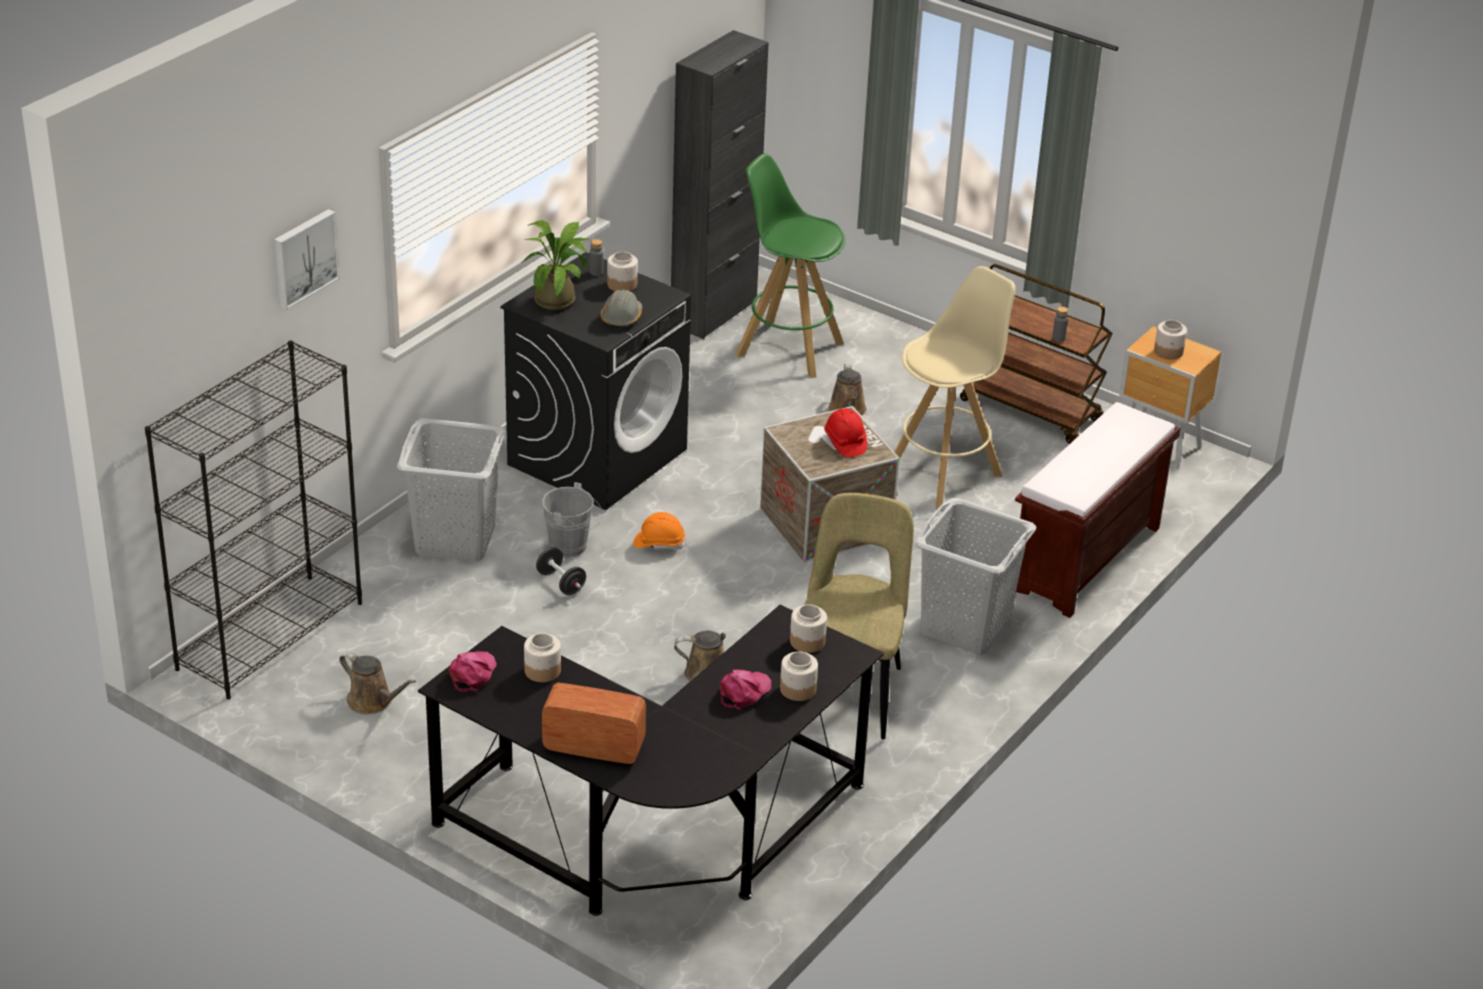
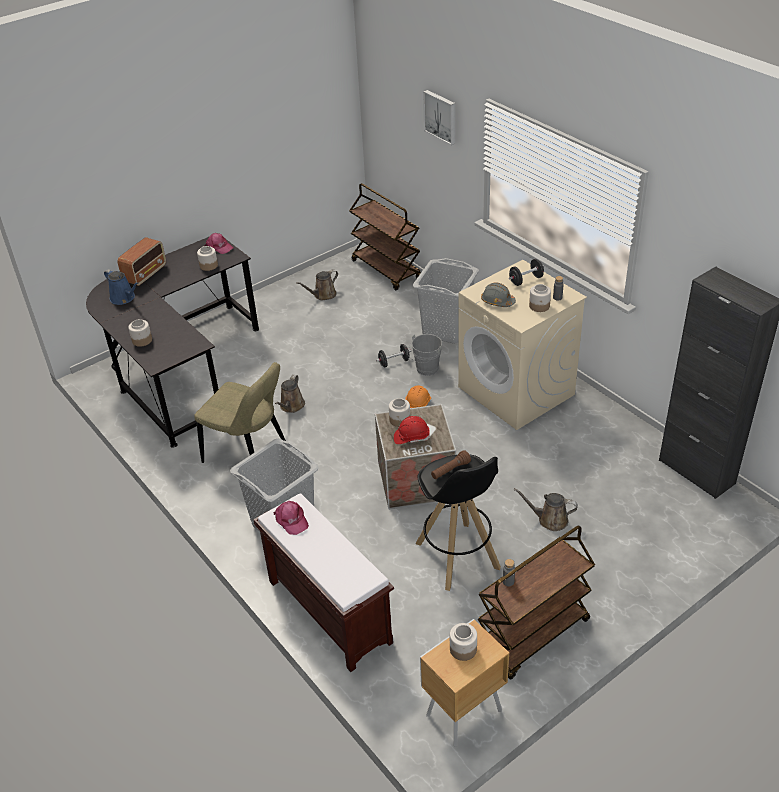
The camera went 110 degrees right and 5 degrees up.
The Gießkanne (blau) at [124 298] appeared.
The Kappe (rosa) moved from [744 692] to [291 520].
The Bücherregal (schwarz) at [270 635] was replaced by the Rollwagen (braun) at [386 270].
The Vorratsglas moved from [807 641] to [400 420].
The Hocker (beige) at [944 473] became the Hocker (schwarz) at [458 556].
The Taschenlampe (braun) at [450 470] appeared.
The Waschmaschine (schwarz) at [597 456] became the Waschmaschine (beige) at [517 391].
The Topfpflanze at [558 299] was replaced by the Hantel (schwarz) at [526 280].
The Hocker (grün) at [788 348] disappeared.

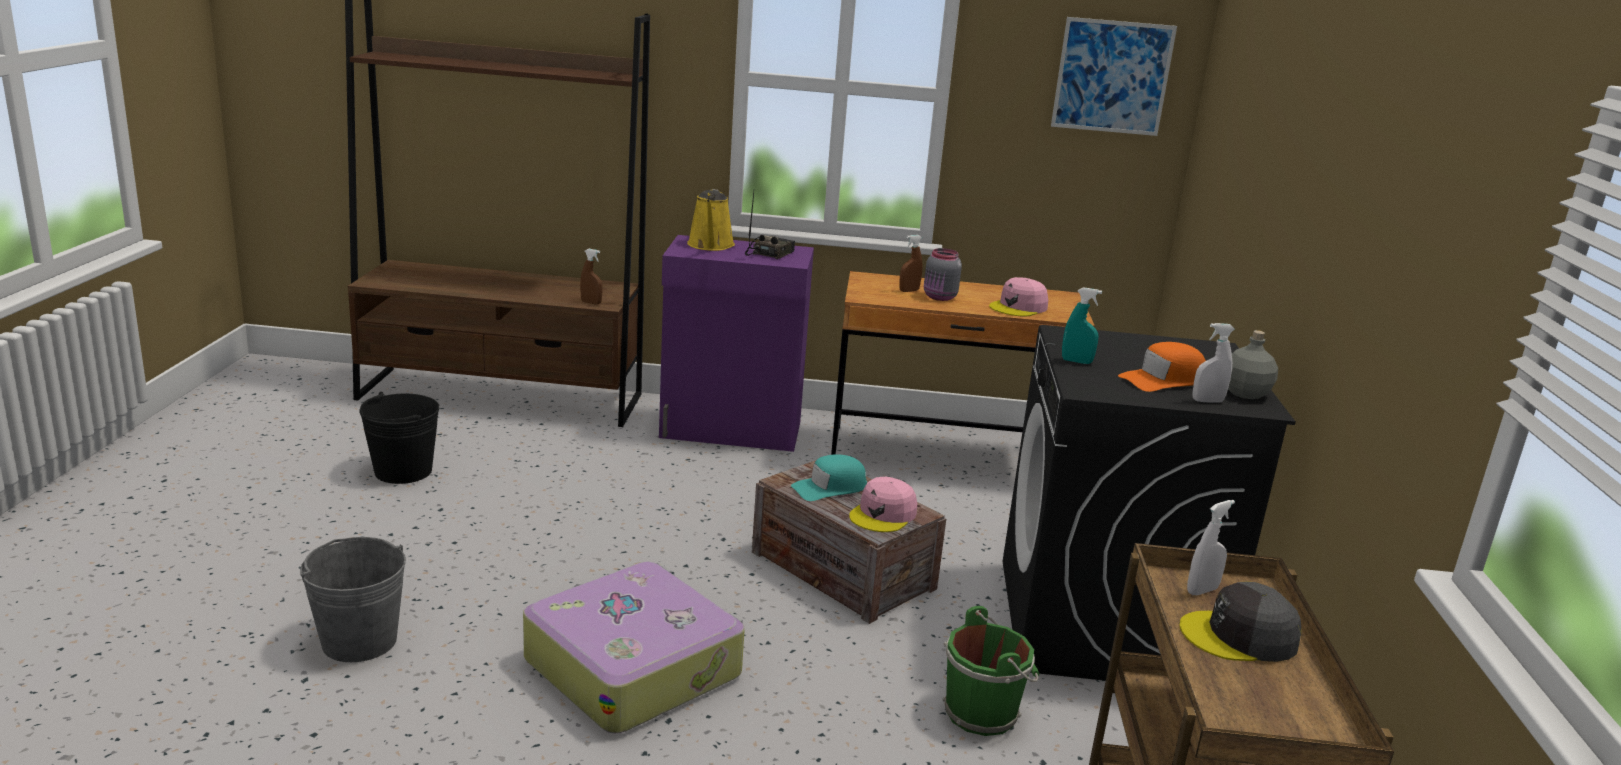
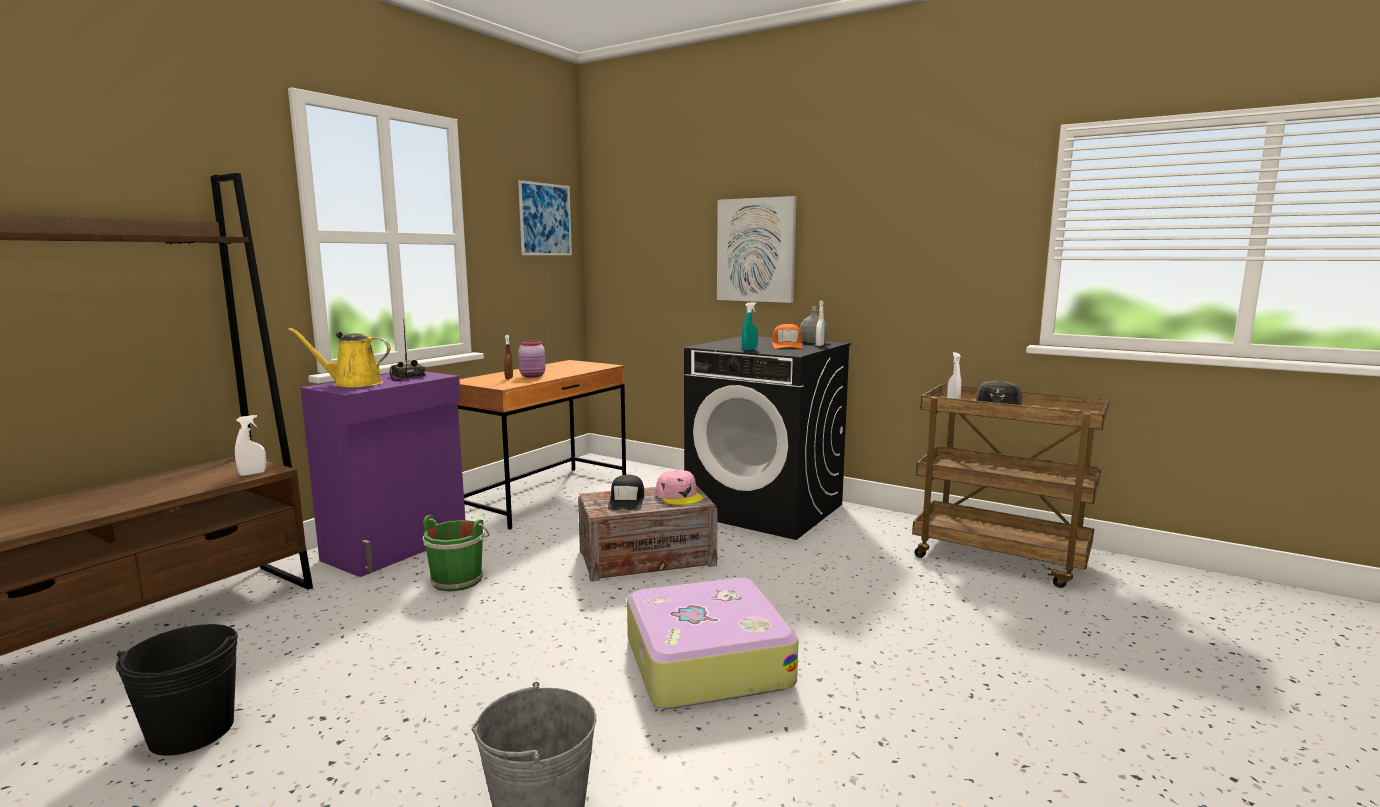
The camera went 60 degrees left and 10 degrees down.
The Sprühflasche (braun) at [591 303] became the Sprühflasche (weiß) at [252 474].
The Gießkanne (gelb) at [710 246] turned 150 degrees clockwise.
The Eimer (grün) moved from [984 712] to [458 579].
The Vorratsglas (grau) at [940 297] became the Vorratsglas (rosa) at [533 376].
The Kappe (türkis) at [829 488] became the Kappe (schwarz) at [627 501].
The Bild at [756 250] appeared.
The Kappe (rosa) at [1018 307] disappeared.

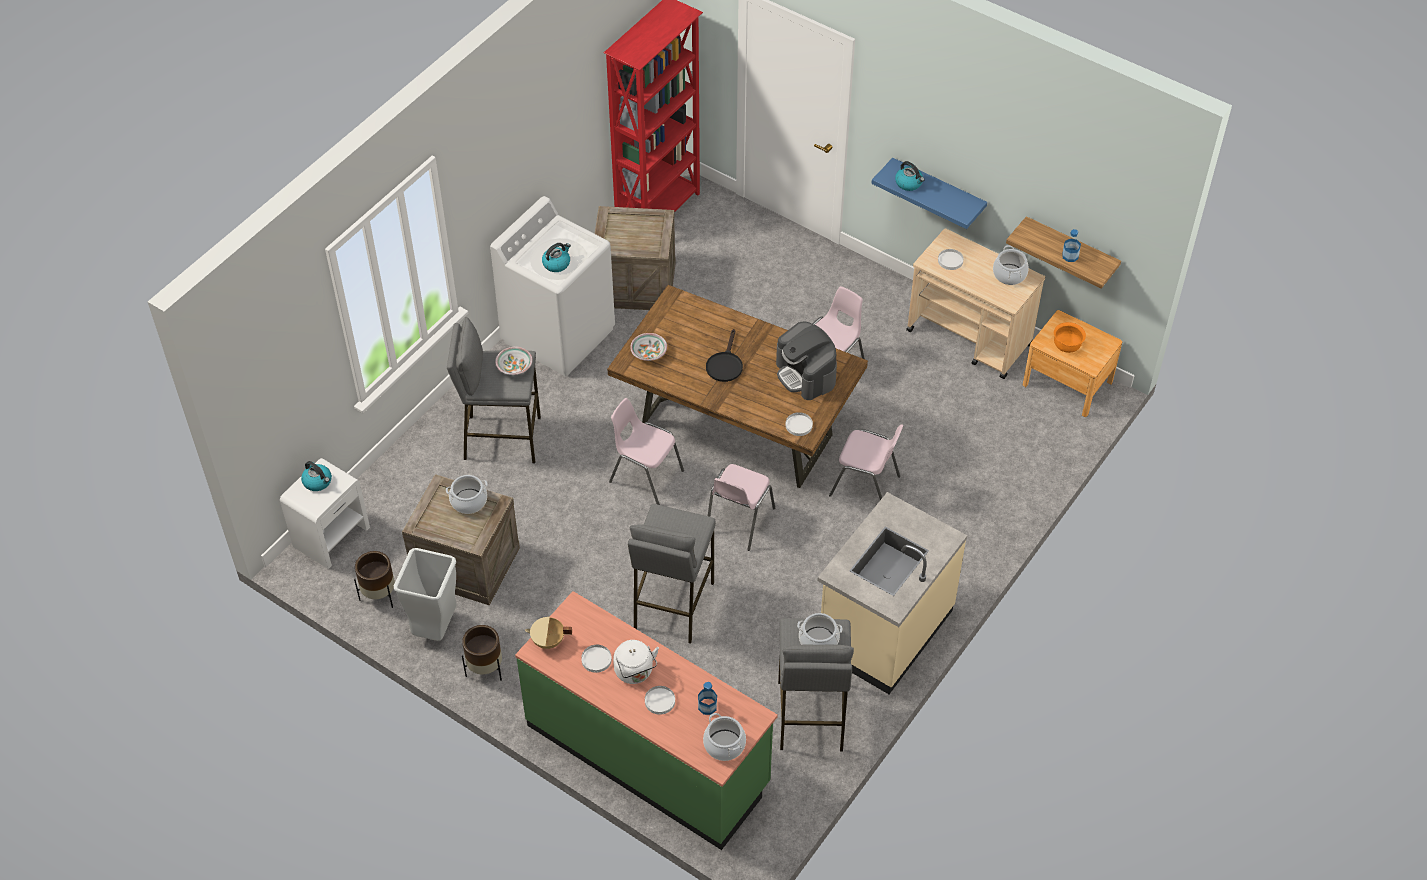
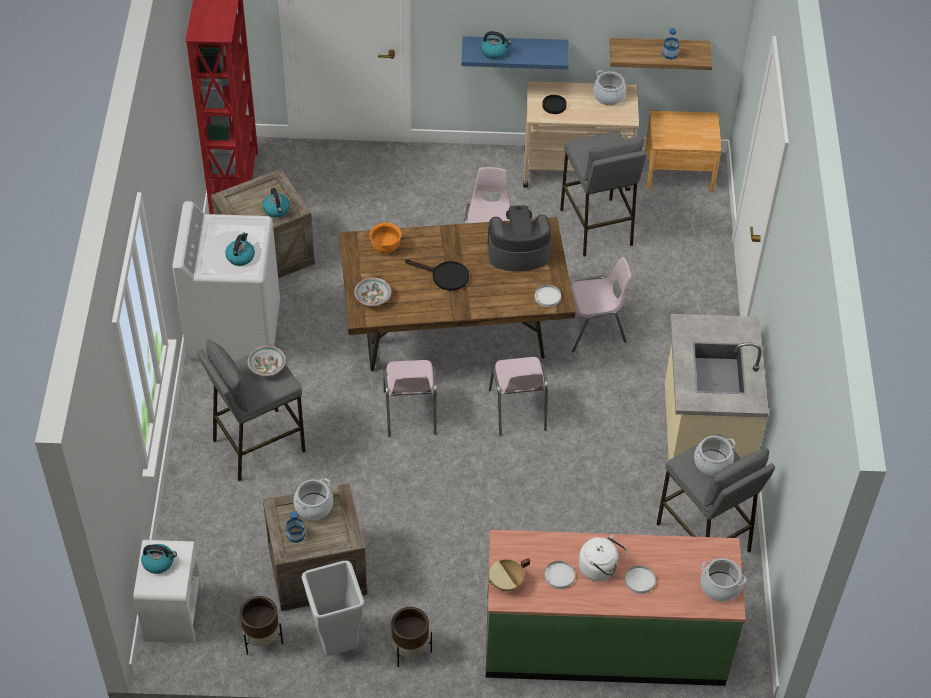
The camera went 35 degrees left and 0 degrees up.
The Wasserkessel at [277 210] appeared.
The Flasche moved from [707 706] to [296 535].
The Schüssel (orange) moved from [1066 347] to [385 247].
The Stuhl (rosa) at [645 476] turned 90 degrees counterclockwise.
The Pfanne (schwarz) at [725 364] turned 45 degrees counterclockwise.
The Kaffeemaschine at [806 374] turned 150 degrees clockwise.
The Teller (weiß) at [950 260] became the Teller (schwarz) at [554 105].
The Hocker (grau) moved from [672 605] to [596 227].

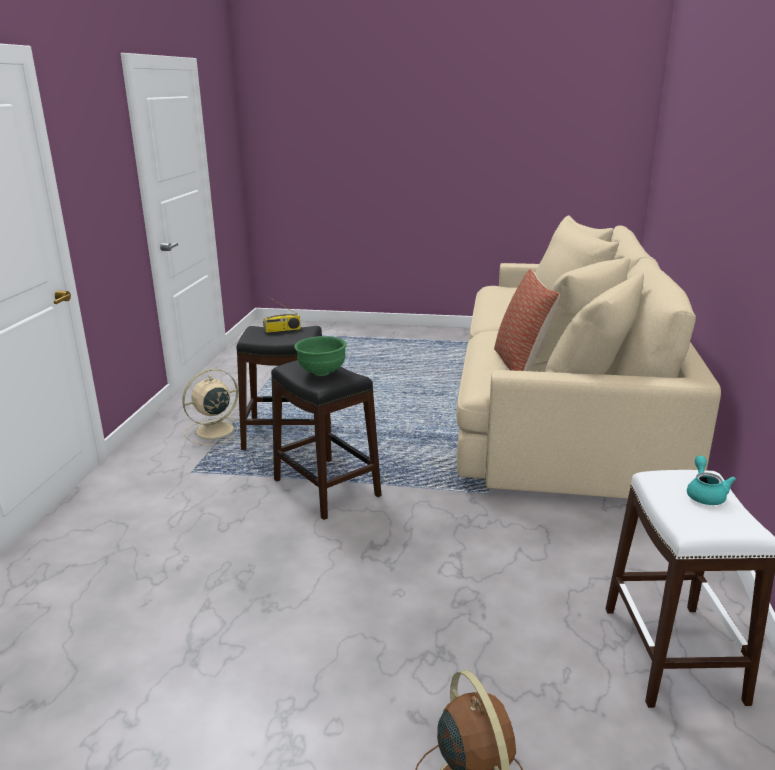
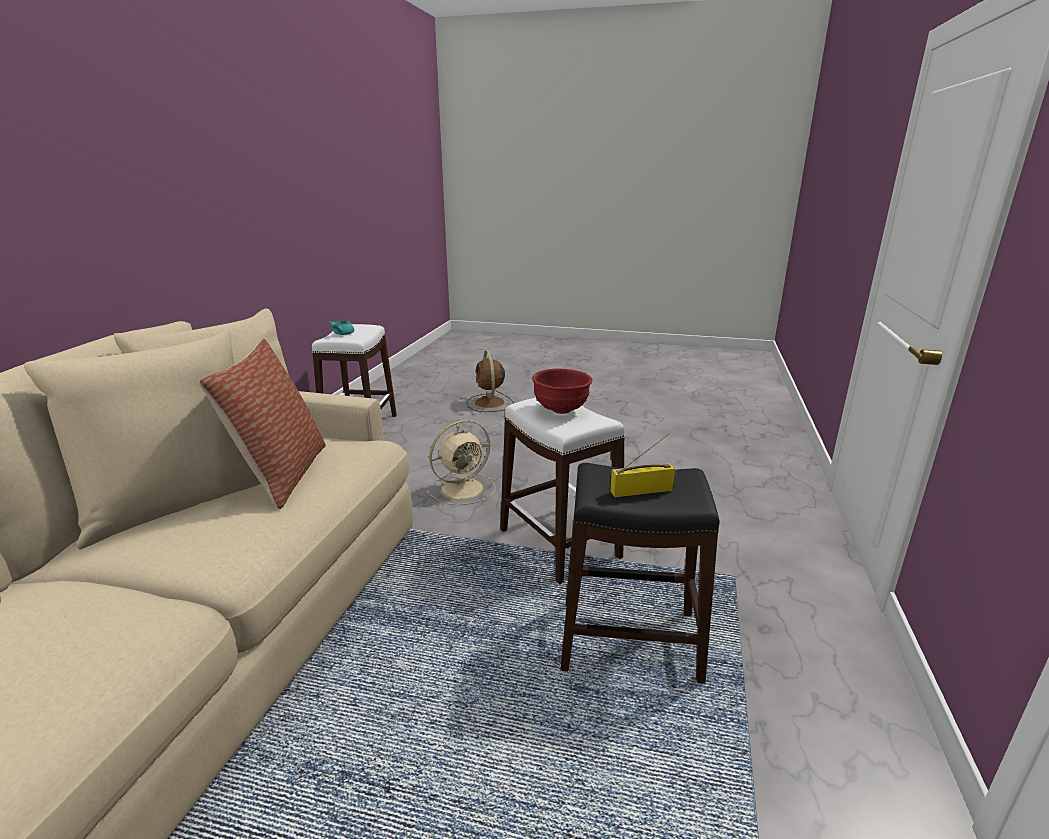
The camera went 175 degrees left and 0 degrees up.
The Ventilator (beige) moved from [213 431] to [464 488].
The Hocker (schwarz) at [327 487] became the Hocker (weiß) at [558 543].
The Schüssel (grün) at [321 372] became the Schüssel (rot) at [561 410].

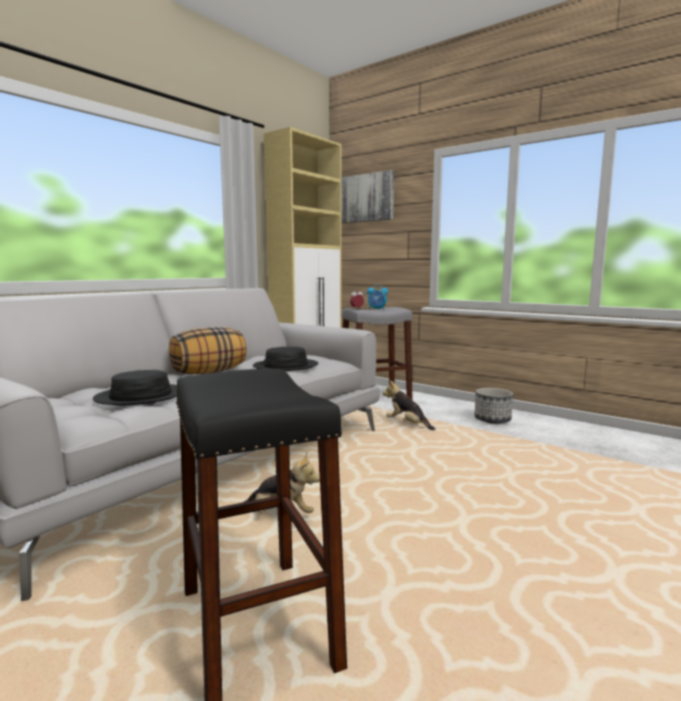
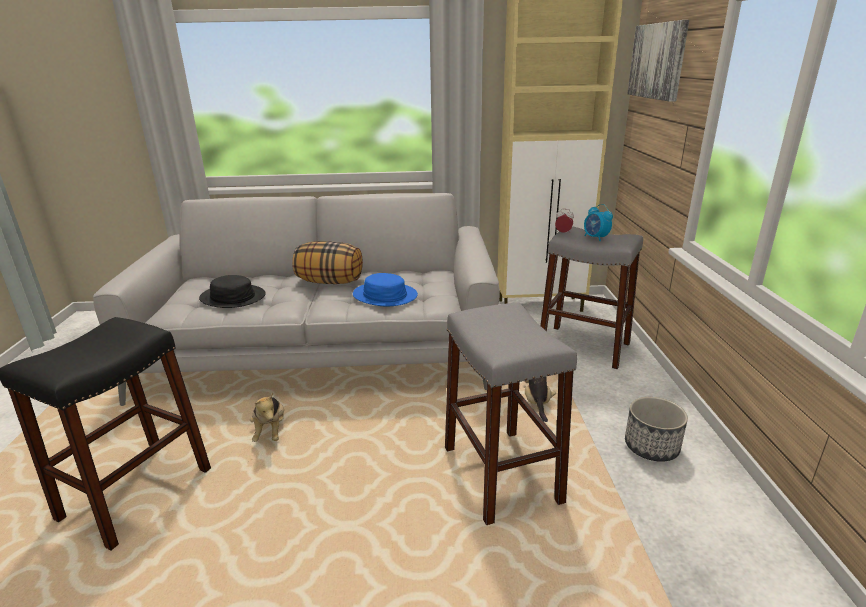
The camera went 50 degrees right and 15 degrees up.
The Hut (schwarz) at [286 366] became the Hut (blau) at [385 295].
The Hocker (grau) at [501 474] appeared.

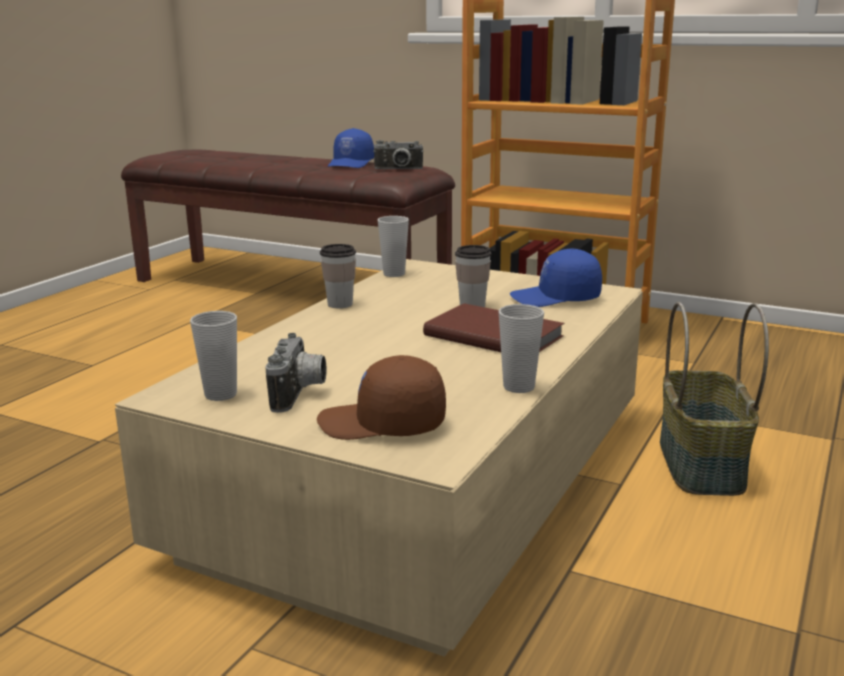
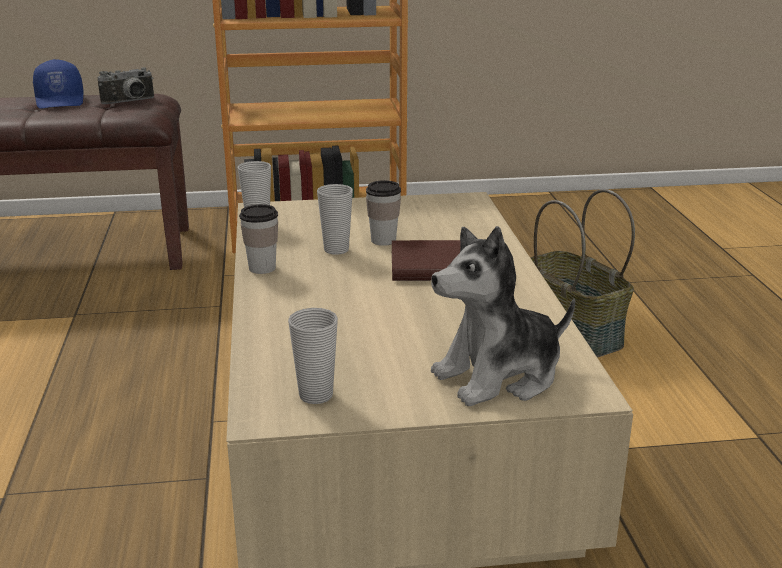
The camera went 35 degrees left and 5 degrees up.
The Tasse moved from [519 387] to [336 250].
The Kappe (braun) at [382 425] was replaced by the Plüschtier at [499 376].
The Kamera at [300 394] disappeared.
The Kappe (blau) at [556 298] disappeared.

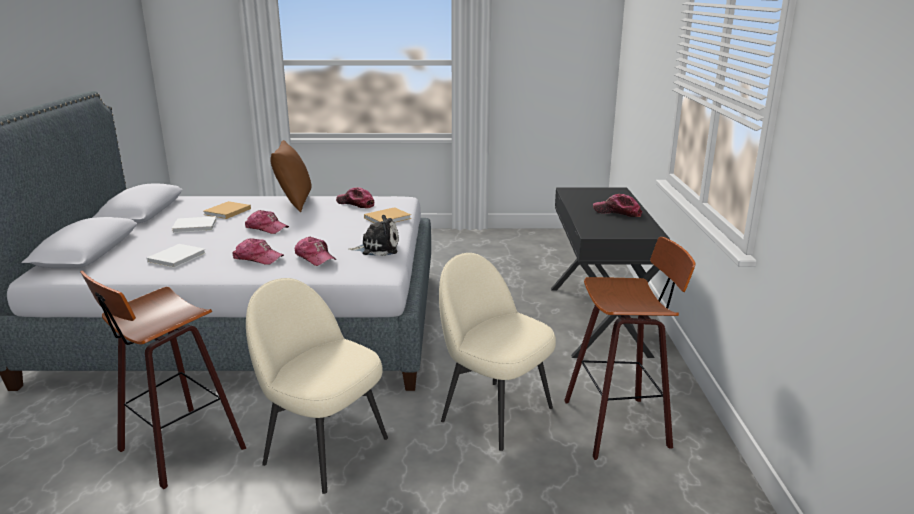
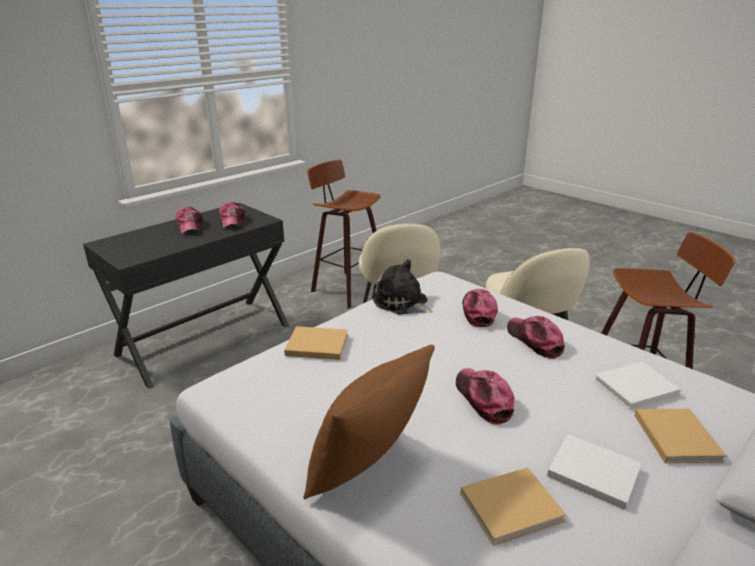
The camera went 135 degrees left and 5 degrees up.
The Kappe moved from [355 203] to [233 221].
The Buch (beige) at [675 436] appeared.

